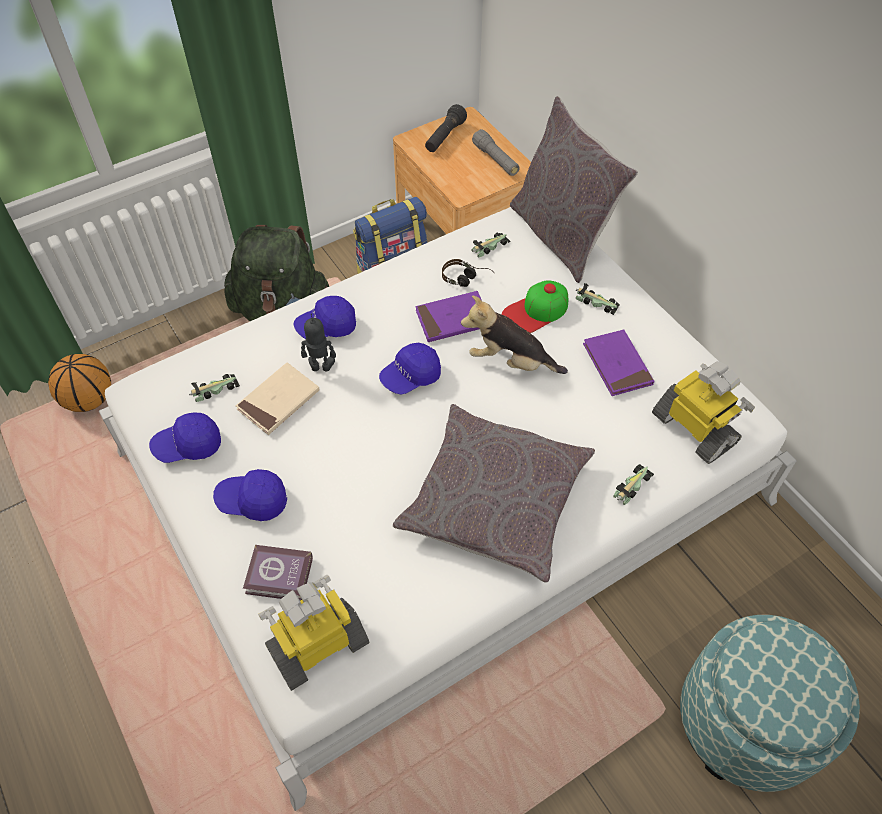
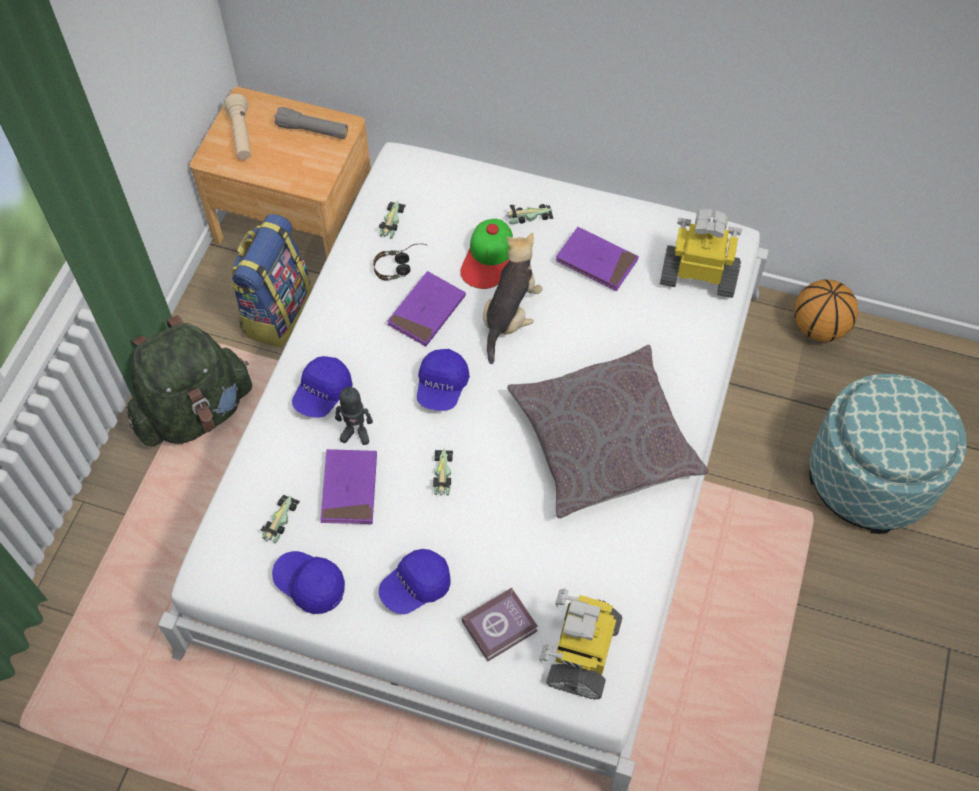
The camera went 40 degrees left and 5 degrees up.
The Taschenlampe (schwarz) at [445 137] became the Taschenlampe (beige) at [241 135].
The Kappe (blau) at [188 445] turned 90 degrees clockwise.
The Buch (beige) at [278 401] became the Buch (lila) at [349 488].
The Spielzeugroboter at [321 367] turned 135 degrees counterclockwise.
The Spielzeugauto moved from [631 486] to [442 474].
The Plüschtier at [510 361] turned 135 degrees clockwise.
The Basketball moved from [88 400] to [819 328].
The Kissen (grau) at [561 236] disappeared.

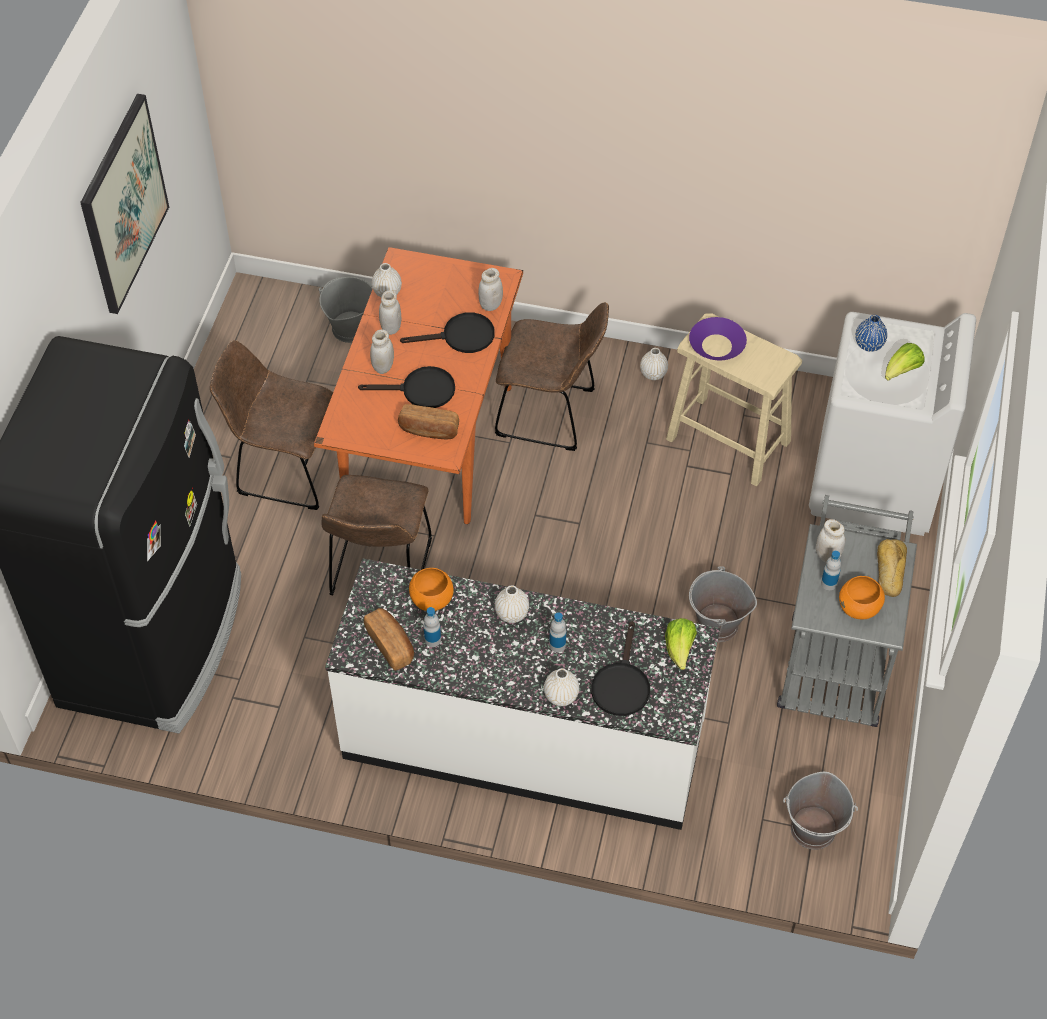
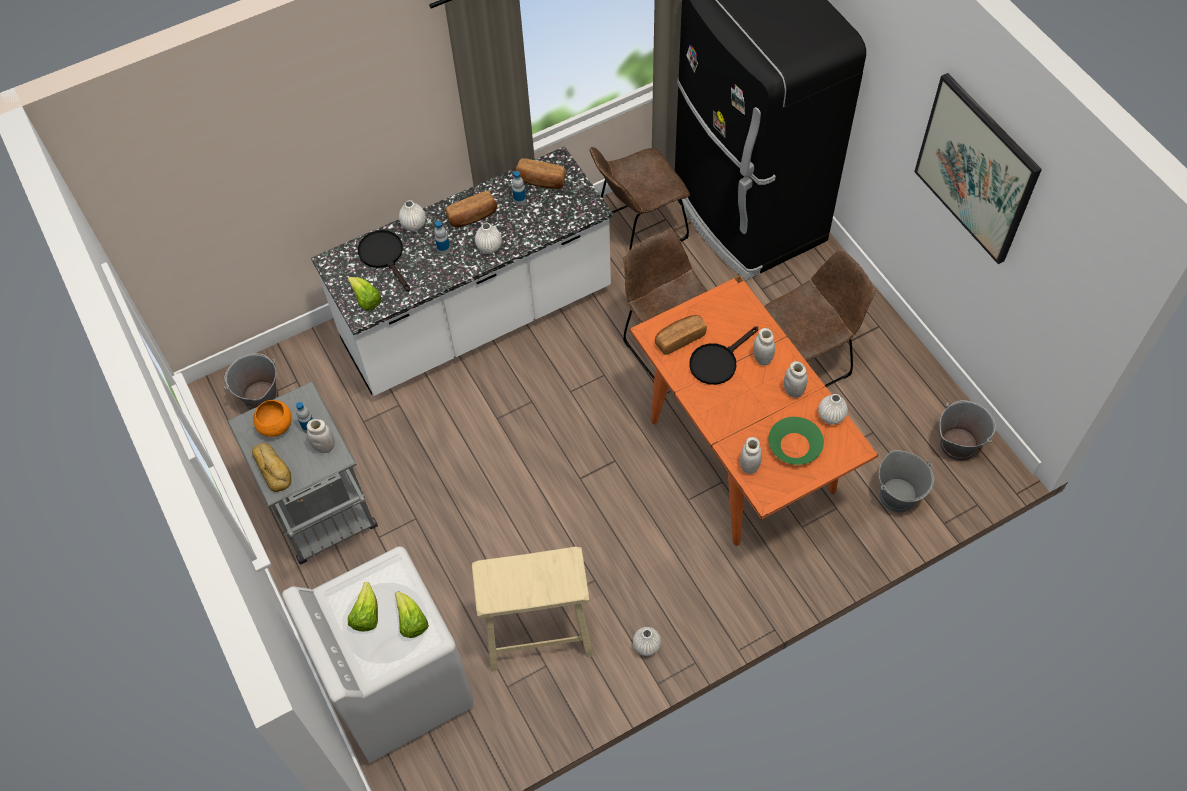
The camera went 140 degrees right and 5 degrees up.
The Vase (blau) at [869 344] was replaced by the Salatkopf at [411 621].
The Brot at [473 217] appeared.
The Stuhl (braun) moved from [551 414] to [638 230].
The Schüssel (grün) at [795 445] appeared.
The Eimer (grau) moved from [717 625] to [957 445].
The Pfanne (schwarz) at [461 337] disappeared.
The Schüssel (orange) at [431 599] disappeared.
The Schüssel (lila) at [717 345] disappeared.

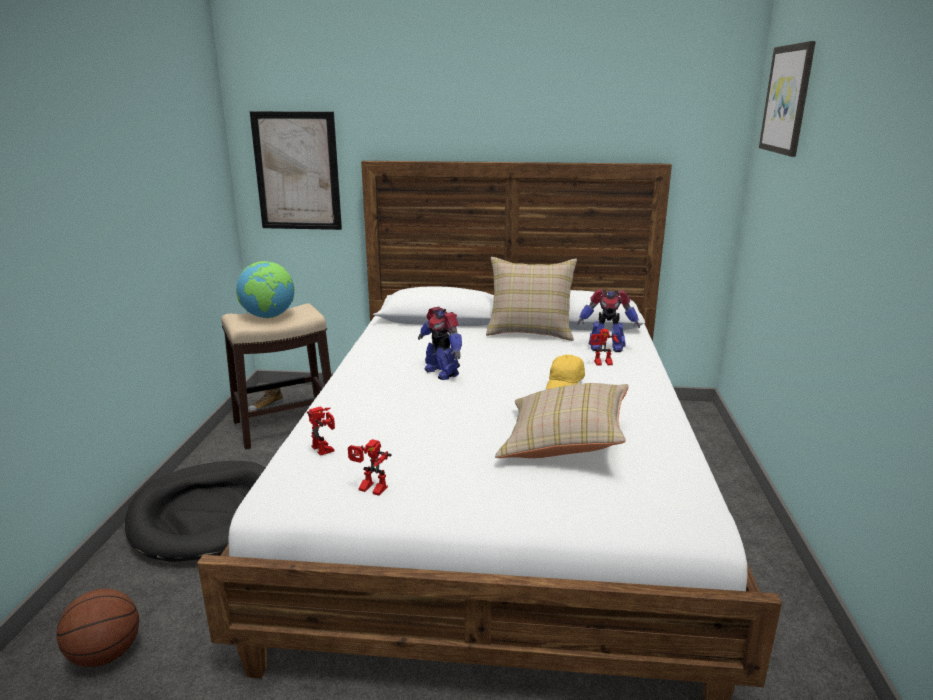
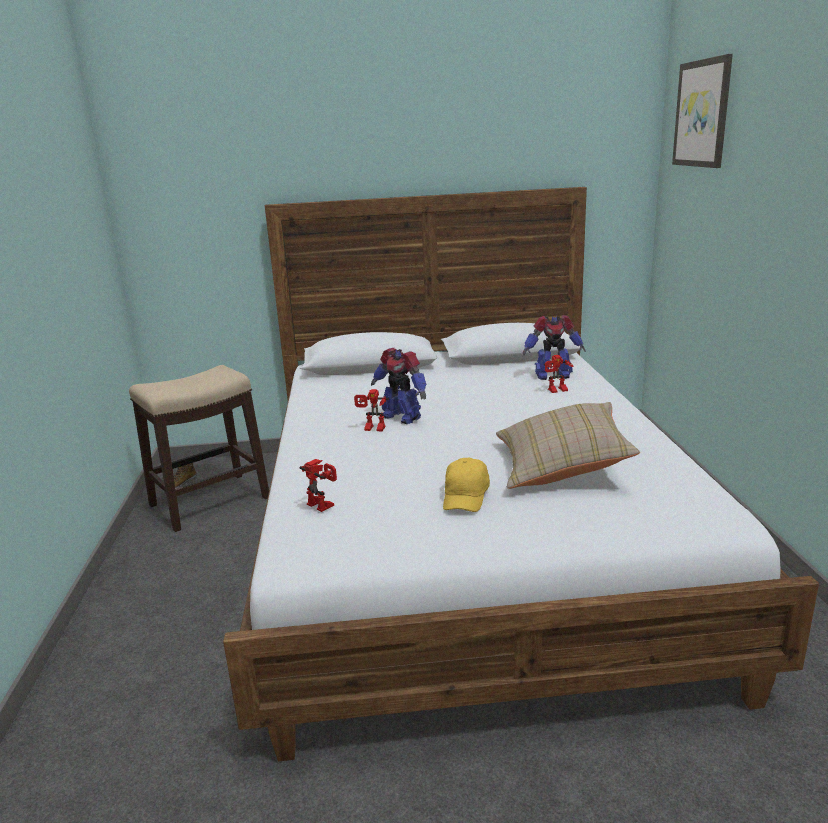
The camera went 10 degrees left and 0 degrees up.
The Spielzeugroboter moved from [369 490] to [372 429].
The Kappe (gelb) moved from [565 383] to [466 497].
The Basketball at [105 655] disappeared.
The Hundebett (schwarz) at [209 515] disappeared.
The Globus at [268 317] disappeared.
The Bild at [297 171] disappeared.
The Kissen (beige) at [530 331] disappeared.

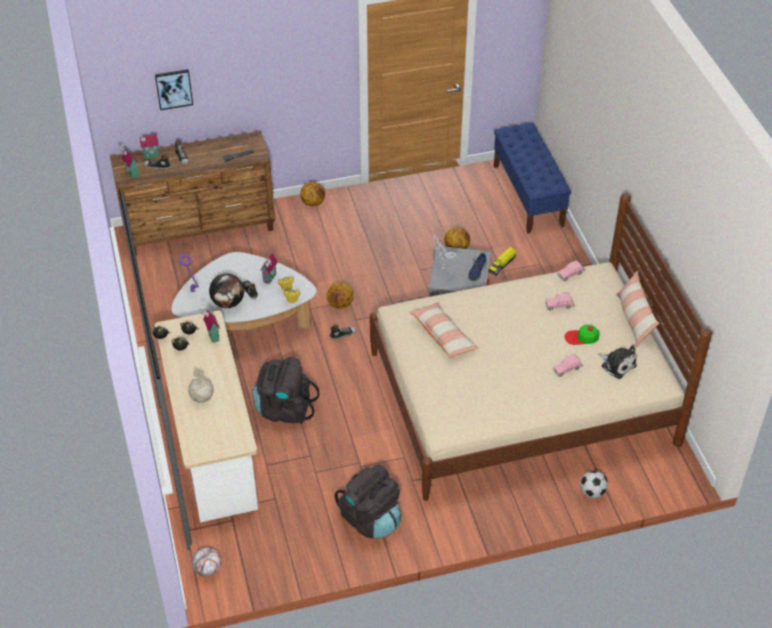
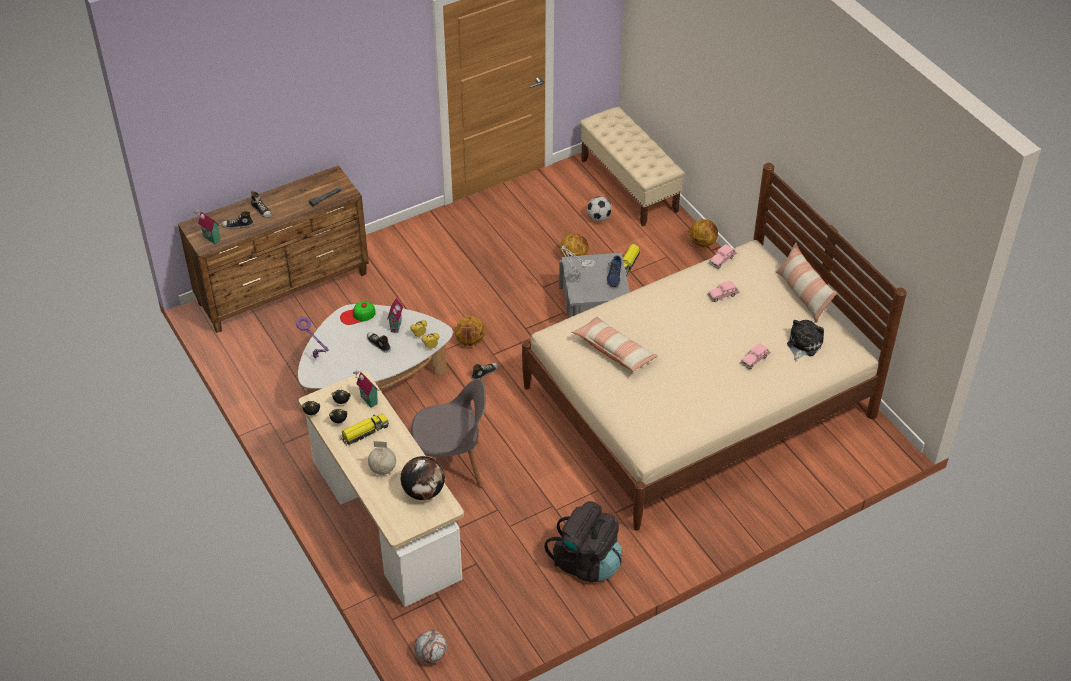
The camera went 15 degrees left and 0 degrees up.
The Kappe moved from [581 337] to [357 315].
The Spielzeuglaster at [364 432] appeared.
The Globus moved from [228 303] to [424 491].
The Rucksack (schwarz) at [284 409] was replaced by the Stuhl (grau) at [451 466].
The Bank (blau) at [528 196] became the Bank (beige) at [629 186].
The Fußball moved from [592 492] to [599 218].
The Basketball moved from [313 203] to [703 242].
The Plüschtier at [617 364] turned 90 degrees counterclockwise.
The Spielzeughaus at [151 156] disappeared.
The Bild at [174 88] disappeared.

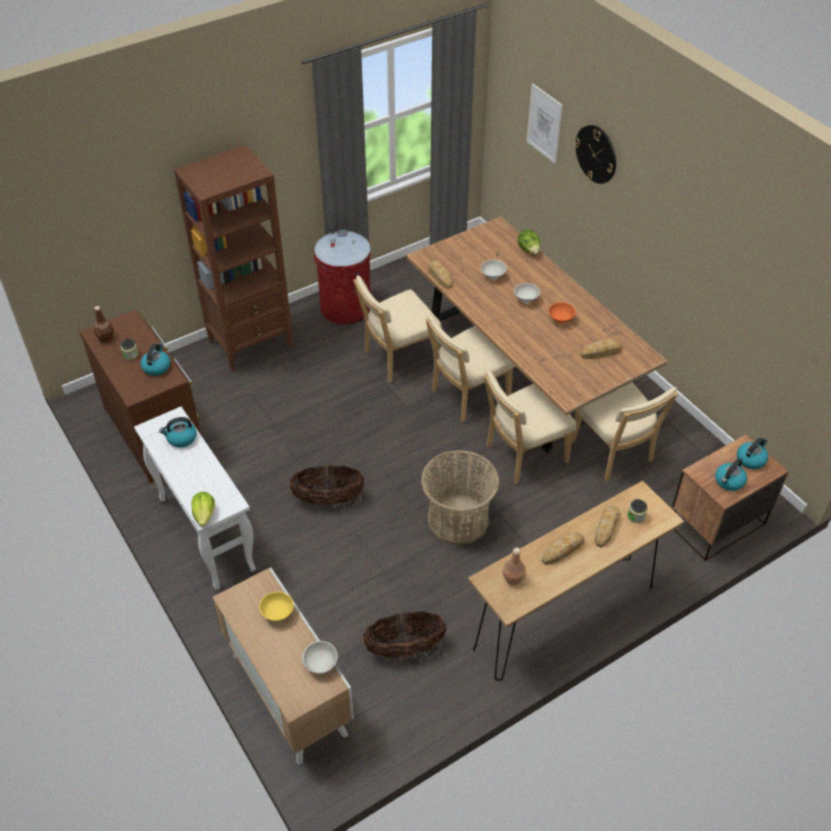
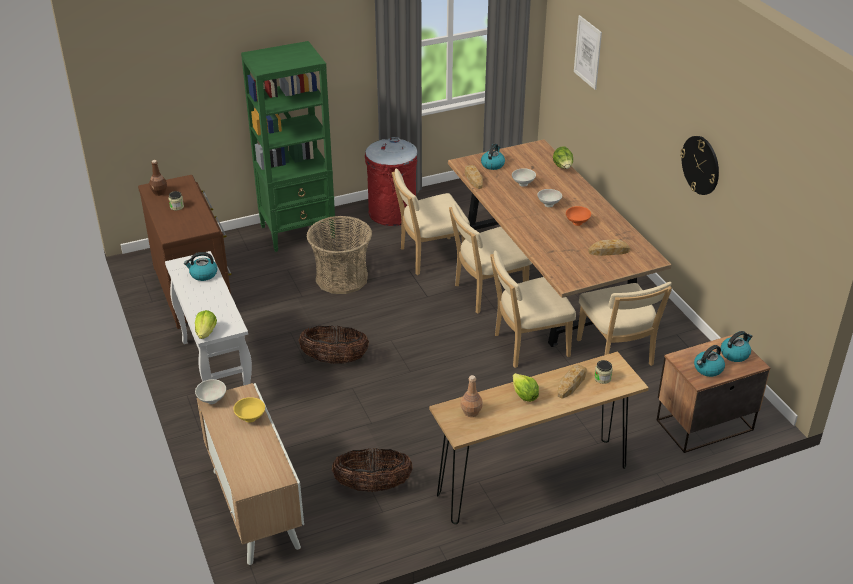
The camera went 10 degrees right and 10 degrees down.
The Schüssel (weiß) moved from [321 664] to [213 400].
The Bücherregal (braun) at [251 343] became the Bücherregal (grün) at [298 232].
The Korb moved from [458 519] to [341 278].
The Wasserkessel moved from [156 367] to [492 164].
The Brot at [562 550] was replaced by the Salatkopf at [524 396].
The Wanduhr moved from [596 154] to [700 165].

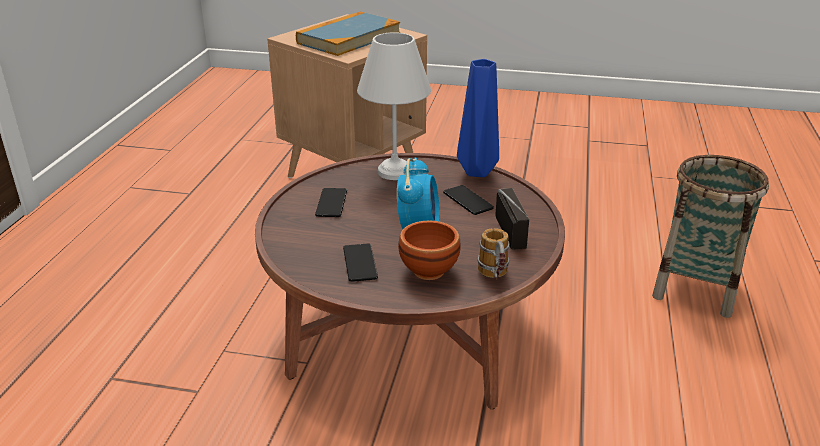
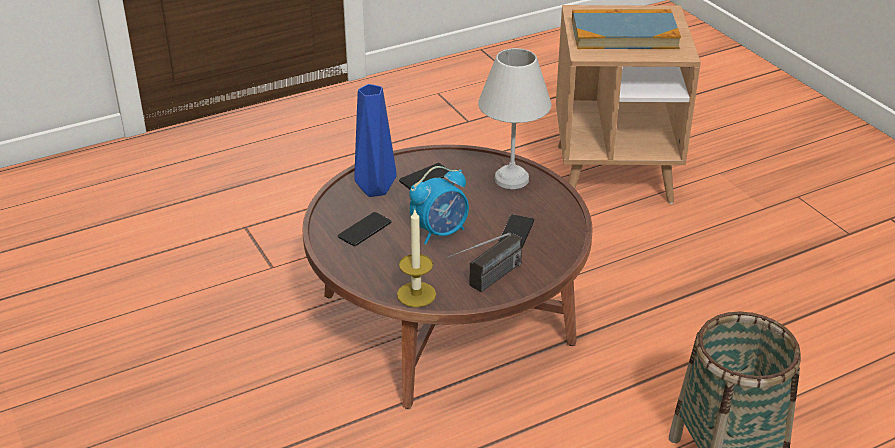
The camera went 50 degrees right and 5 degrees up.
The Vase (blau) moved from [476 171] to [376 189].
The Henkelbecher at [495 278] was replaced by the Kerze at [416 294].
The Schüssel (braun) at [428 272] disappeared.

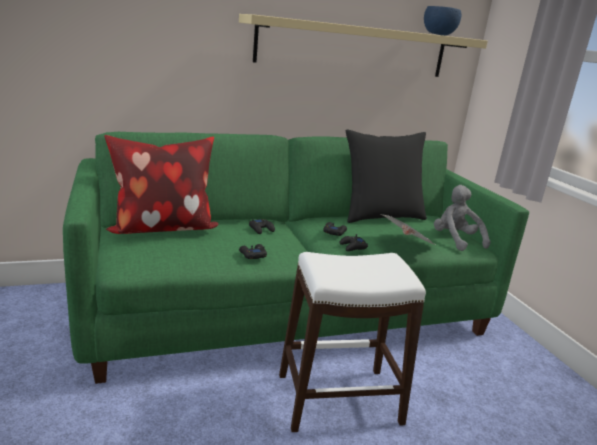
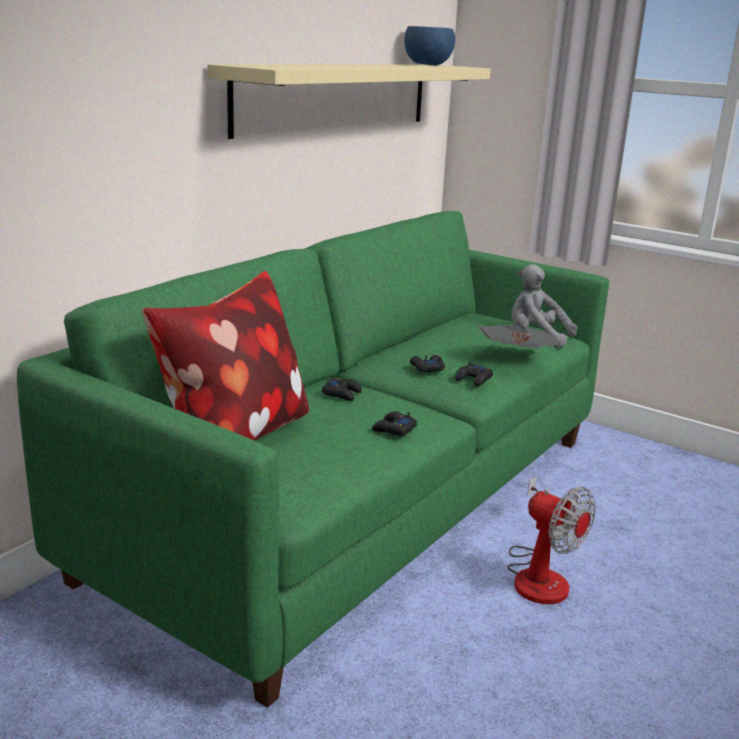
The camera went 35 degrees left and 0 degrees up.
The Hocker (weiß) at [338 398] was replaced by the Ventilator at [539 575].
The Kissen (schwarz) at [381 216] disappeared.

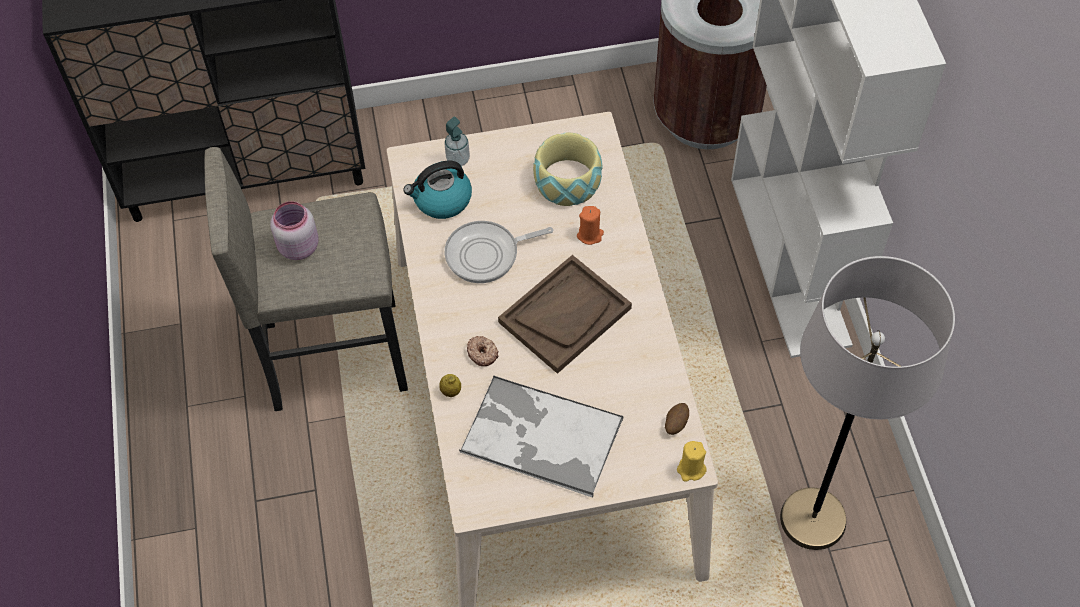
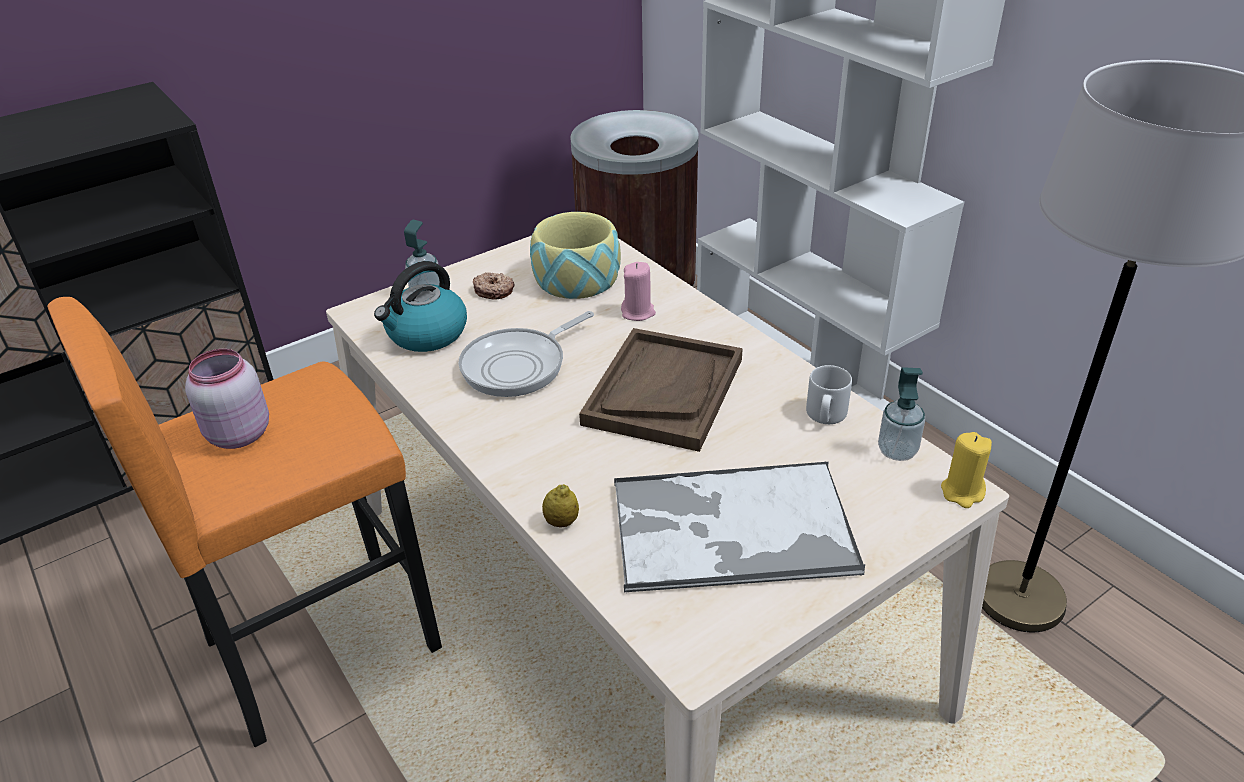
The camera went 25 degrees left and 20 degrees down.
The Hocker (grau) at [335 354] became the Hocker (orange) at [321 643].
The Donut moved from [482 353] to [494 291].
The Kerze (orange) at [590 235] became the Kerze (rosa) at [638 312].
The Henkelbecher (grau) at [825 416] appeared.
The Kartoffel at [675 424] was replaced by the Seifenspender at [897 451].

